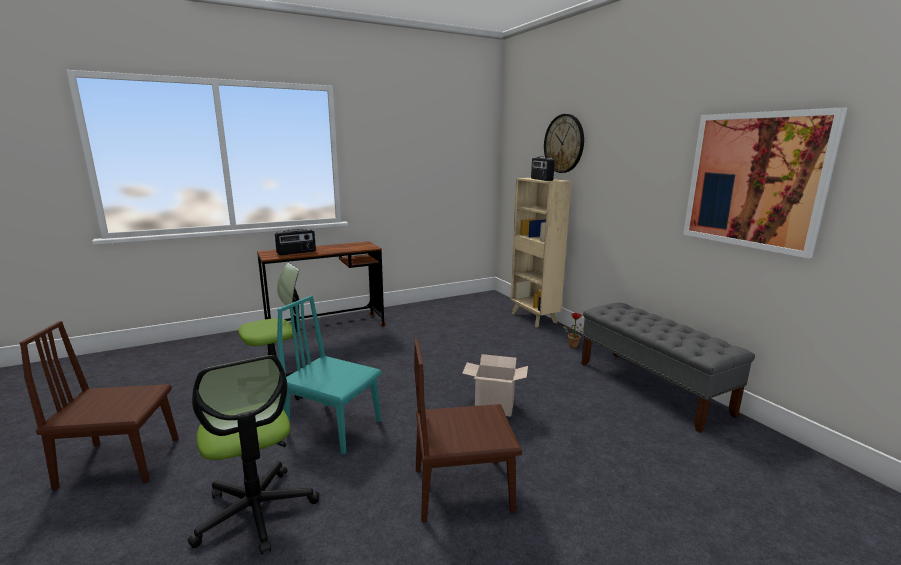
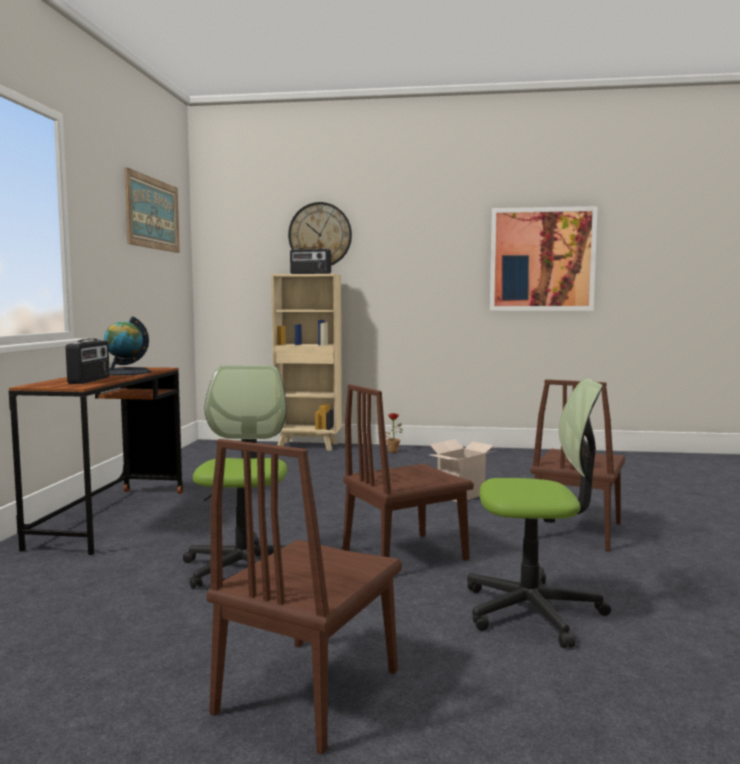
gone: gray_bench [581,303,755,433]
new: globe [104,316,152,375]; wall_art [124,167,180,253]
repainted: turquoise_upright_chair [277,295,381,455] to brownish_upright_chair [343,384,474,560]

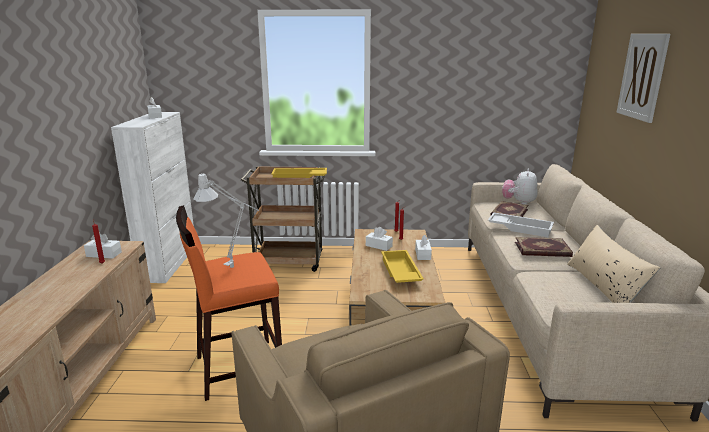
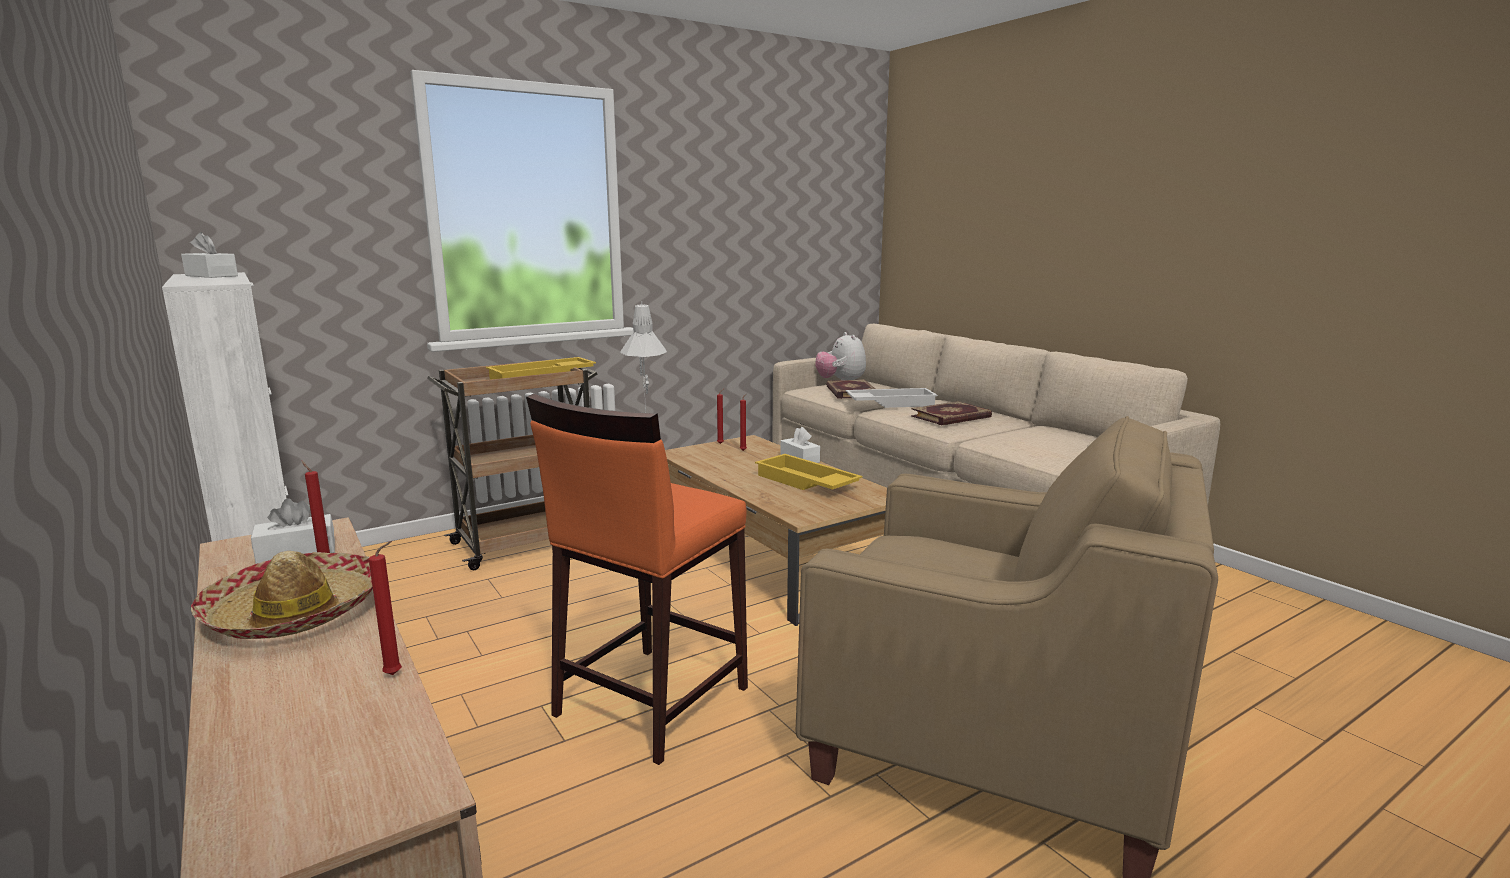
gone: white_tissue_box [366,227,393,251]; sand-coloured_pillow [567,225,660,303]; wall_art [617,34,670,123]
new: clothing_hat [191,551,373,639]; reddish_candle [369,541,402,675]

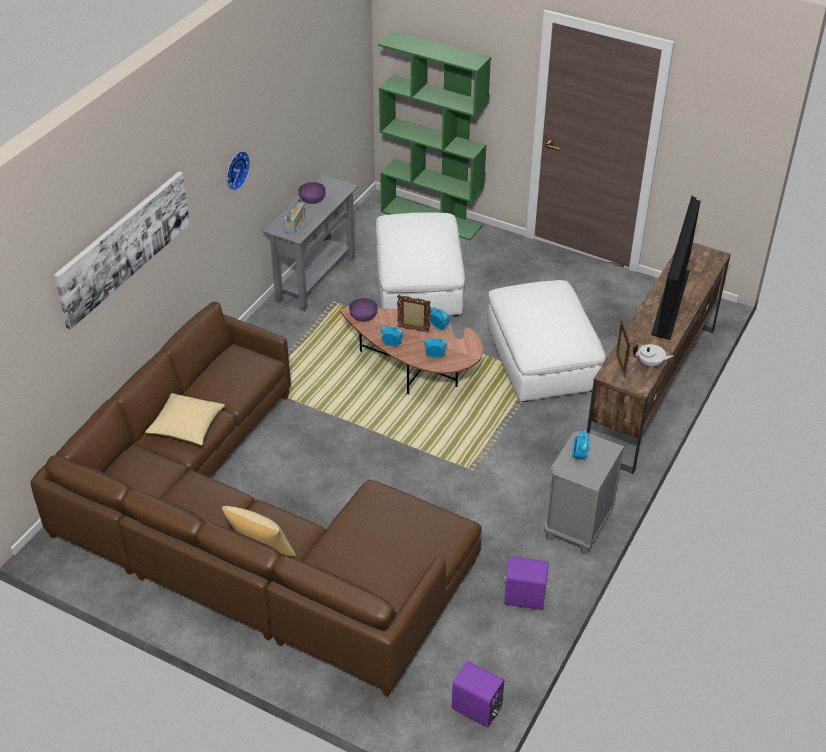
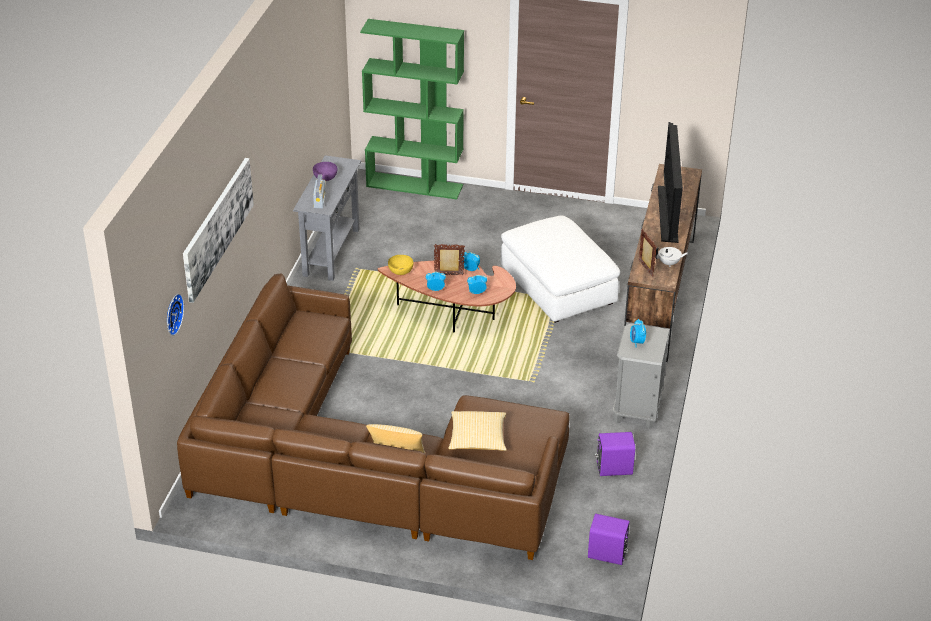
gone: white_footrest [376,213,465,316]
shifted: wall_clock [227,151,250,191] to [167,294,184,336]; pillow [145,393,225,446] to [448,411,507,451]
repainted: purple-coloured_serving_bowl [349,298,377,322] to yellowish_serving_bowl [388,255,413,275]

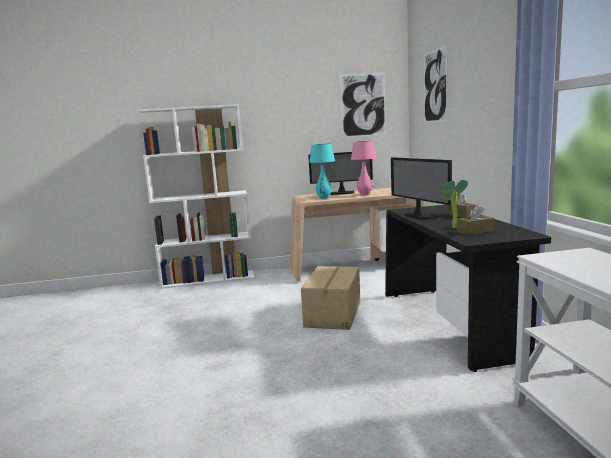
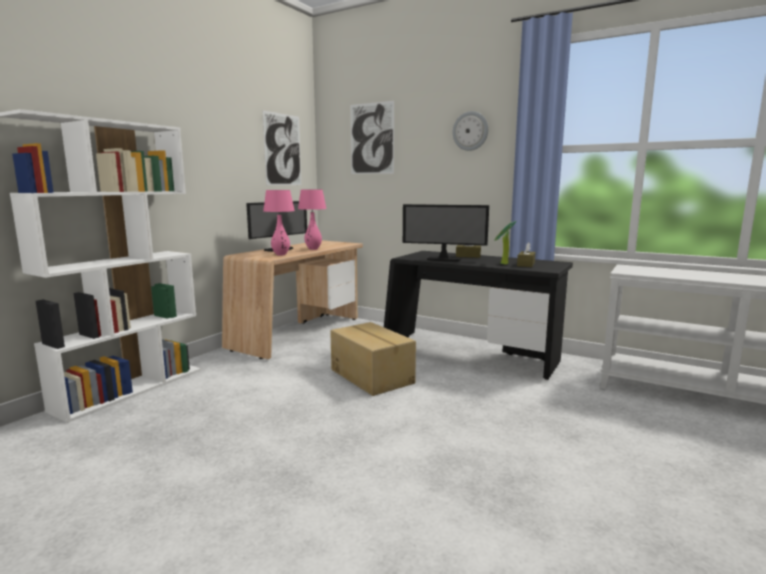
new: wall_clock [453,111,488,151]
repainted: turquoise_table_lamp [309,143,335,199] to pink_table_lamp [263,190,295,256]

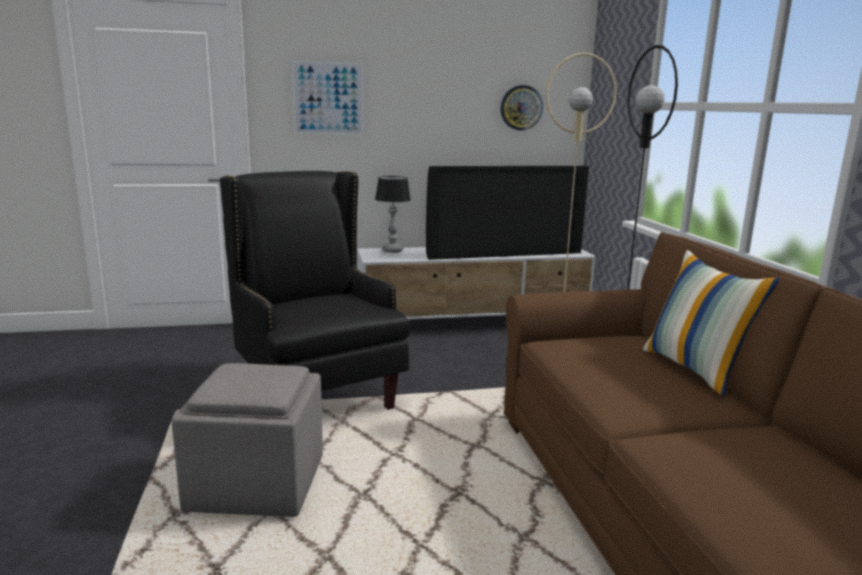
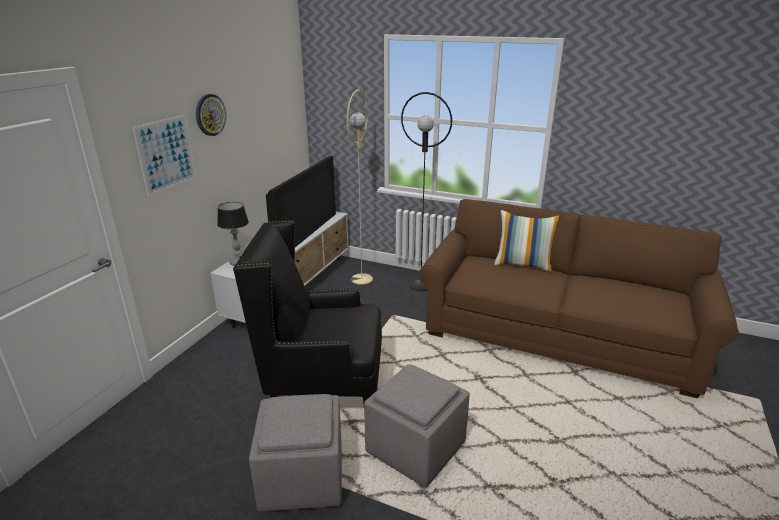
new: gray_footrest [249,394,342,512]
shifted: wall_clock [500,85,543,130] to [196,94,226,136]

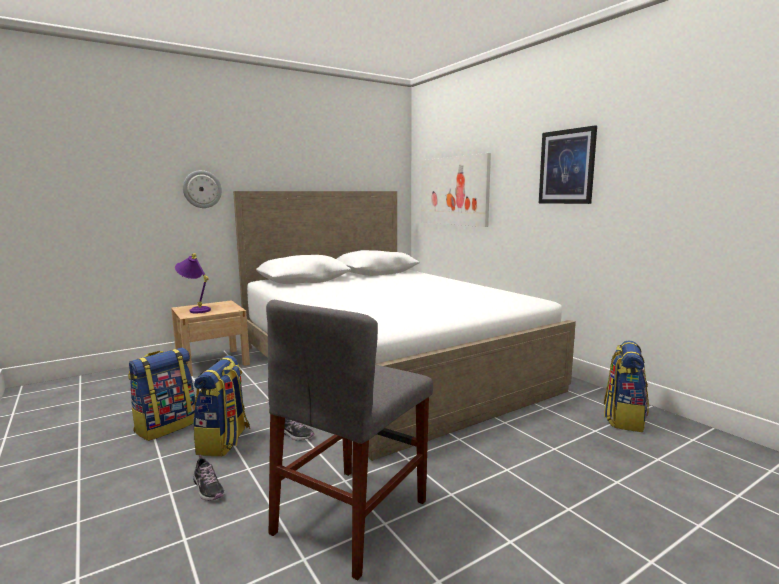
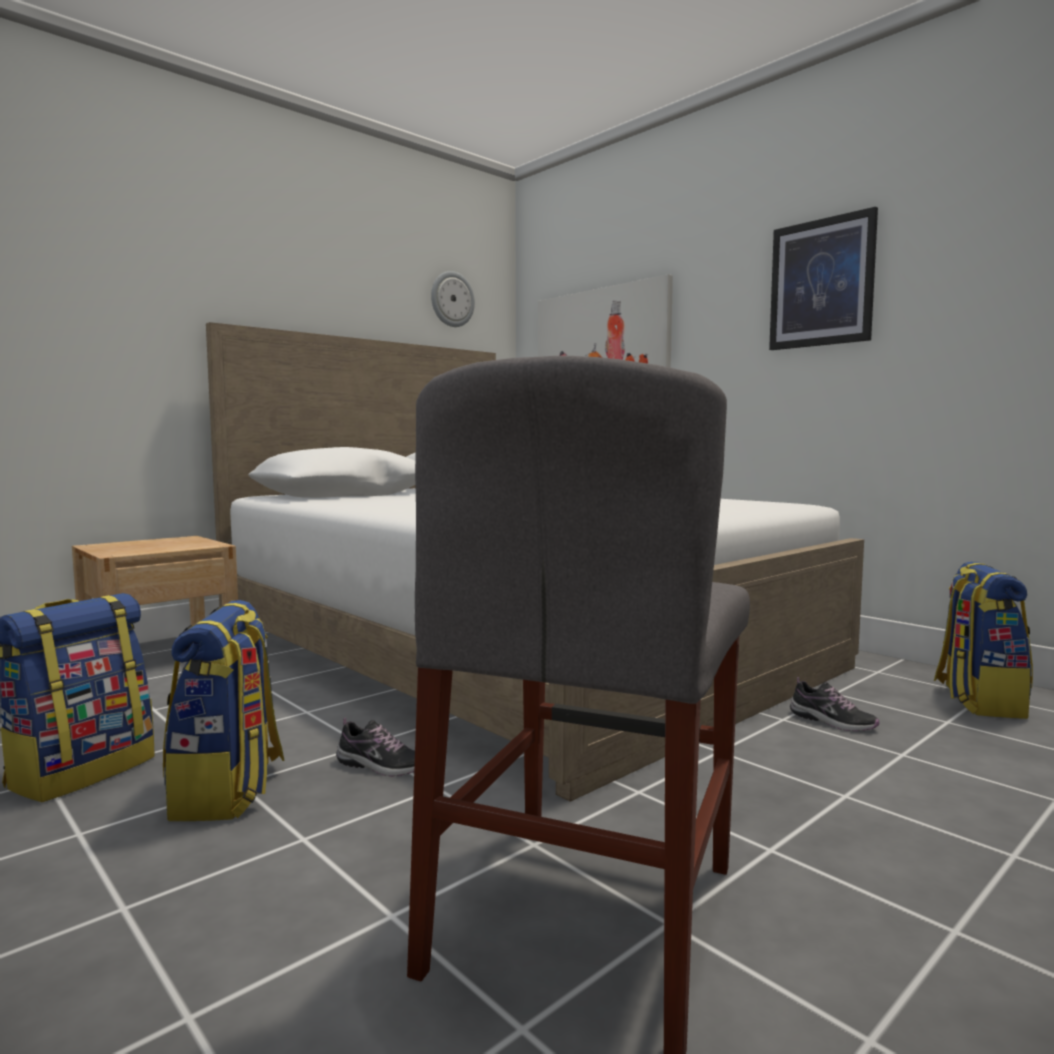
gone: purple-coloured_table_lamp [175,253,211,313]
shifted: wall_clock [183,170,222,208] to [431,271,475,327]; low_shoe [193,455,225,501] to [790,677,879,731]

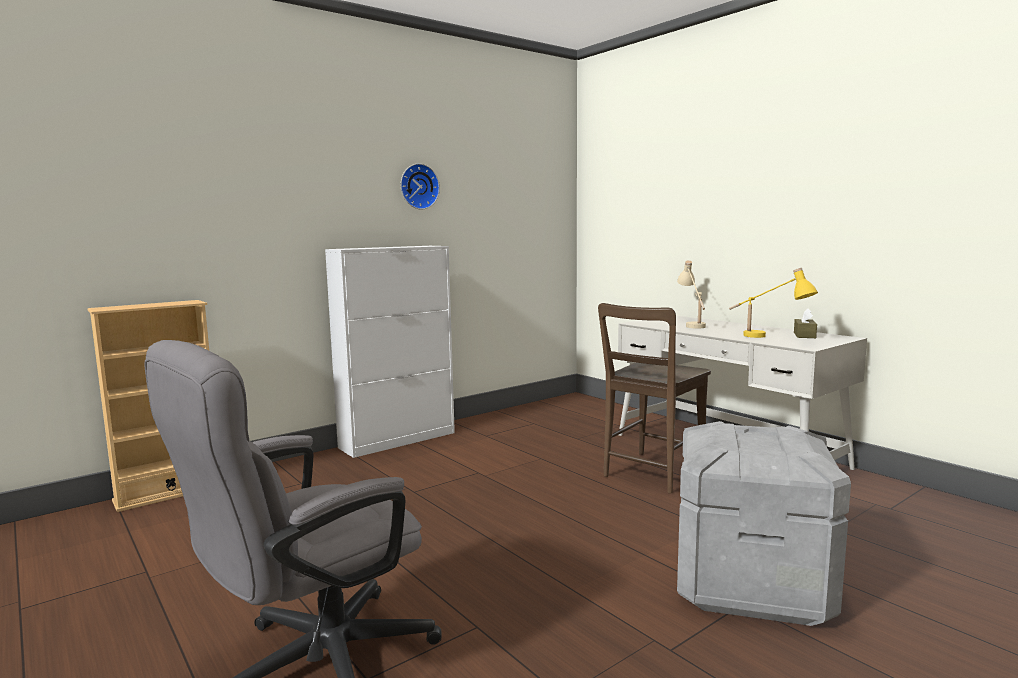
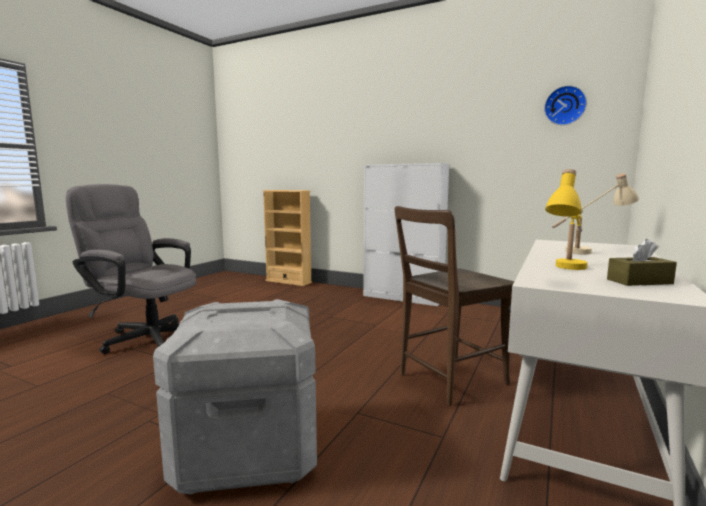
shifted: wall_clock [400,163,440,209] to [544,85,587,125]
rotated: brownish_upright_chair [598,303,711,494] = [395,206,515,406] 45 degrees counterclockwise

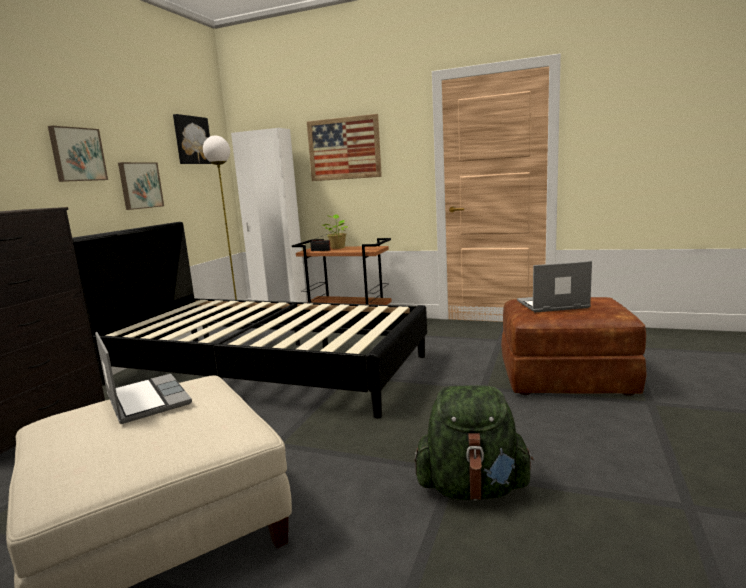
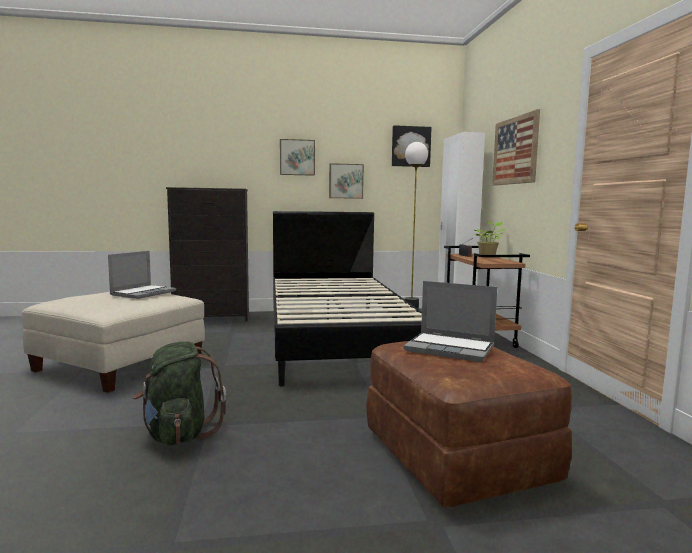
rotated: notebook_computer [517,261,592,312] = [404,281,497,362] 150 degrees clockwise

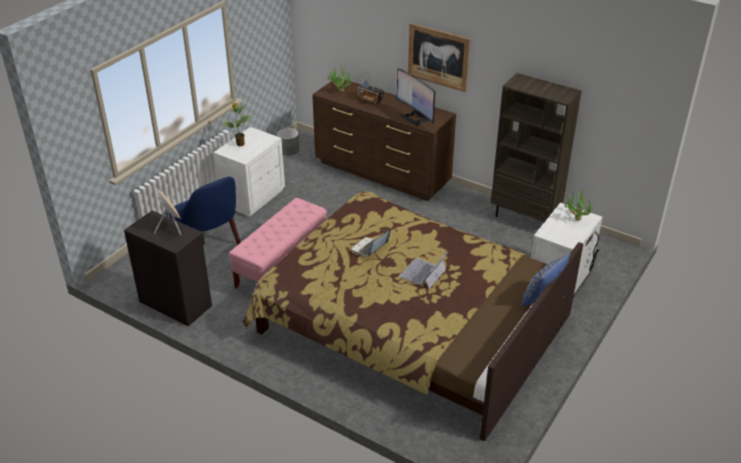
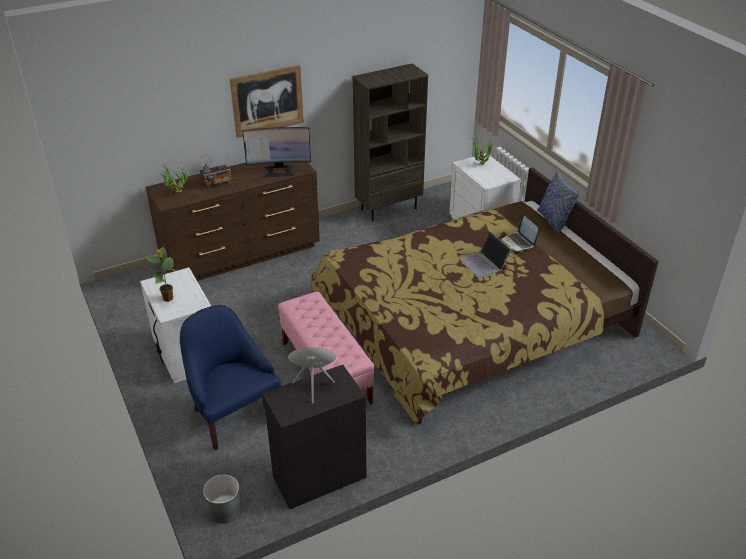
shifted: gray_flower_pot [277,128,299,155] to [203,474,242,523]; notebook_computer [351,228,391,257] to [500,213,538,252]
rotated: blue-coloured_easy_chair [166,177,241,245] = [180,305,281,450] 120 degrees counterclockwise

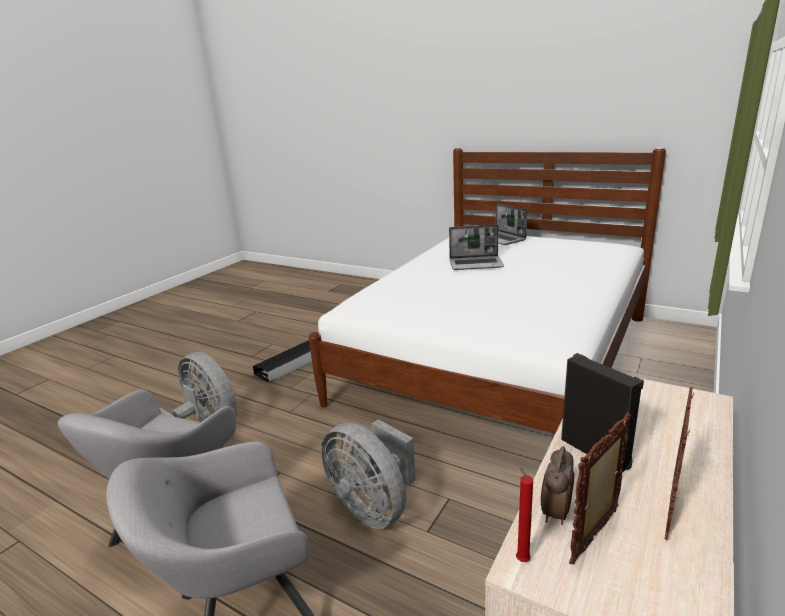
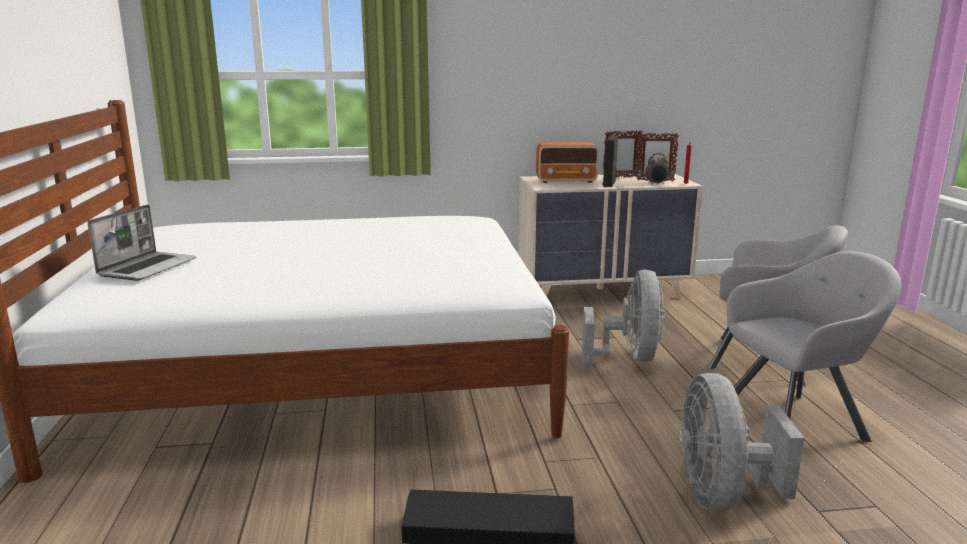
gone: notebook_computer [449,224,504,270]
new: radio [536,142,599,183]

